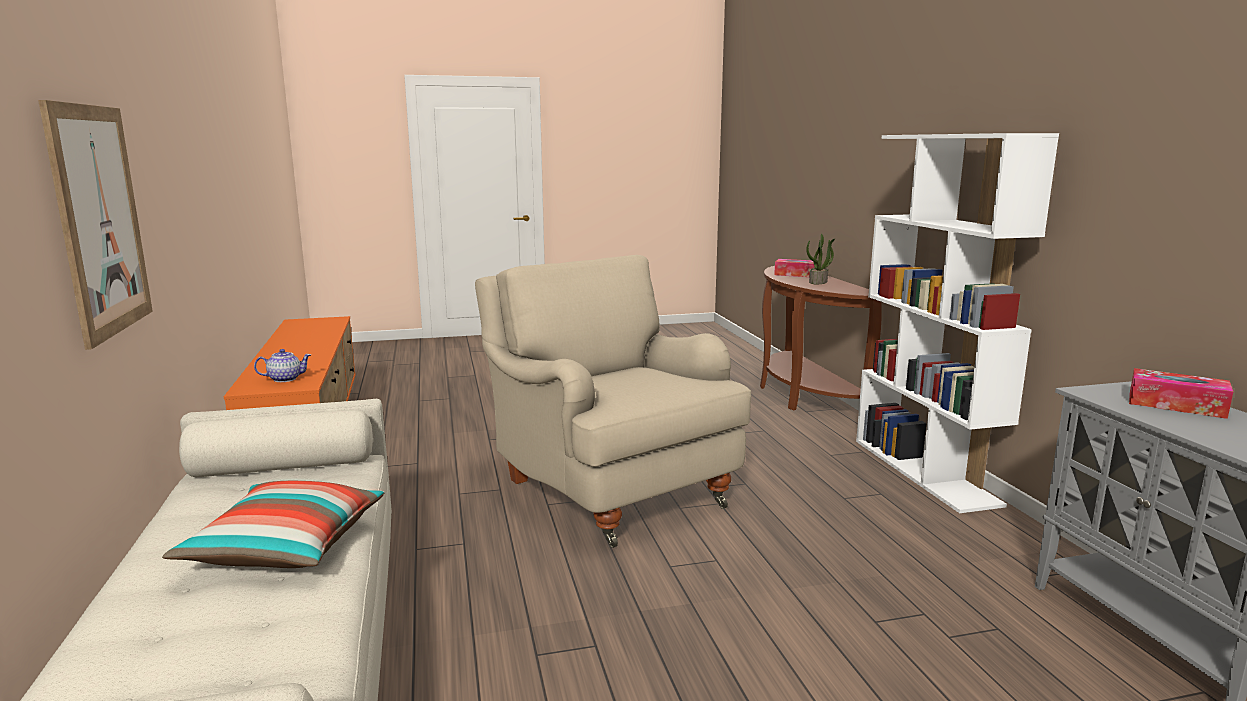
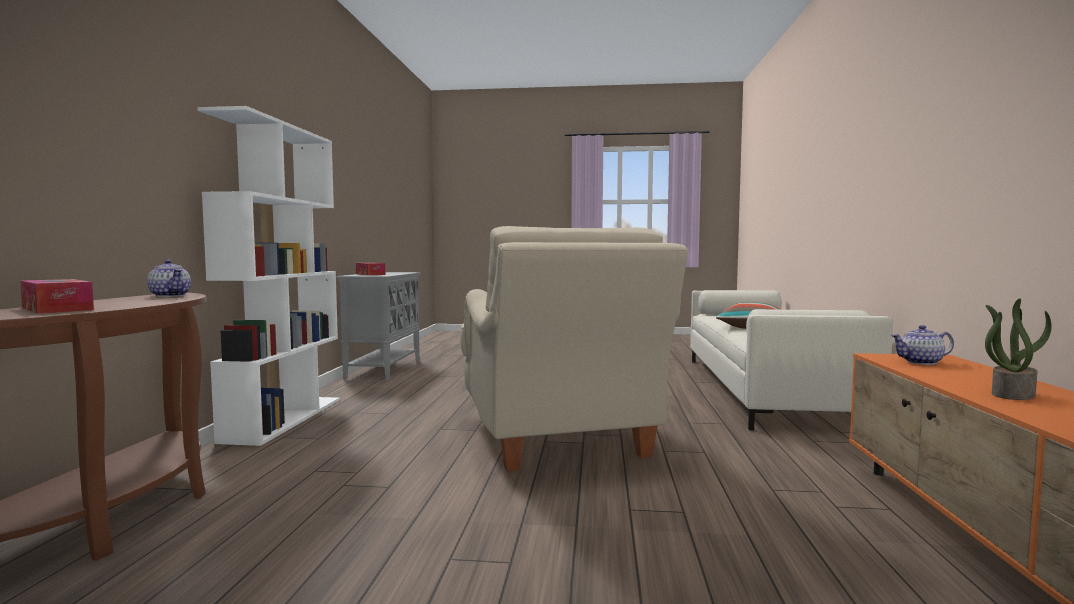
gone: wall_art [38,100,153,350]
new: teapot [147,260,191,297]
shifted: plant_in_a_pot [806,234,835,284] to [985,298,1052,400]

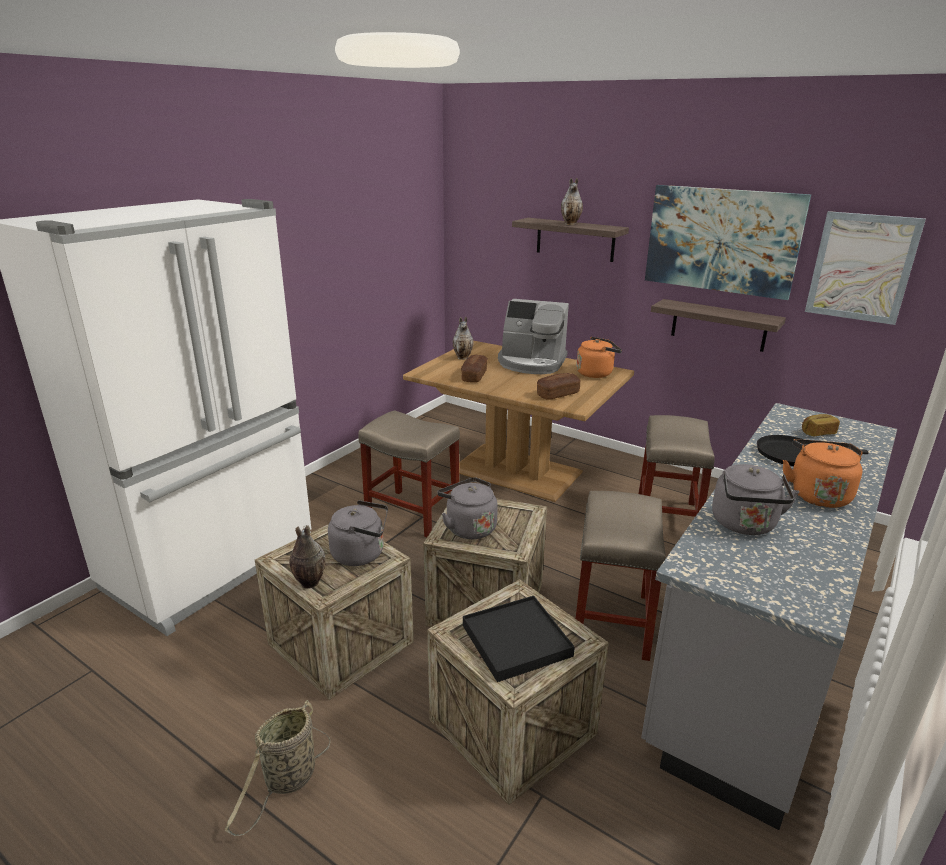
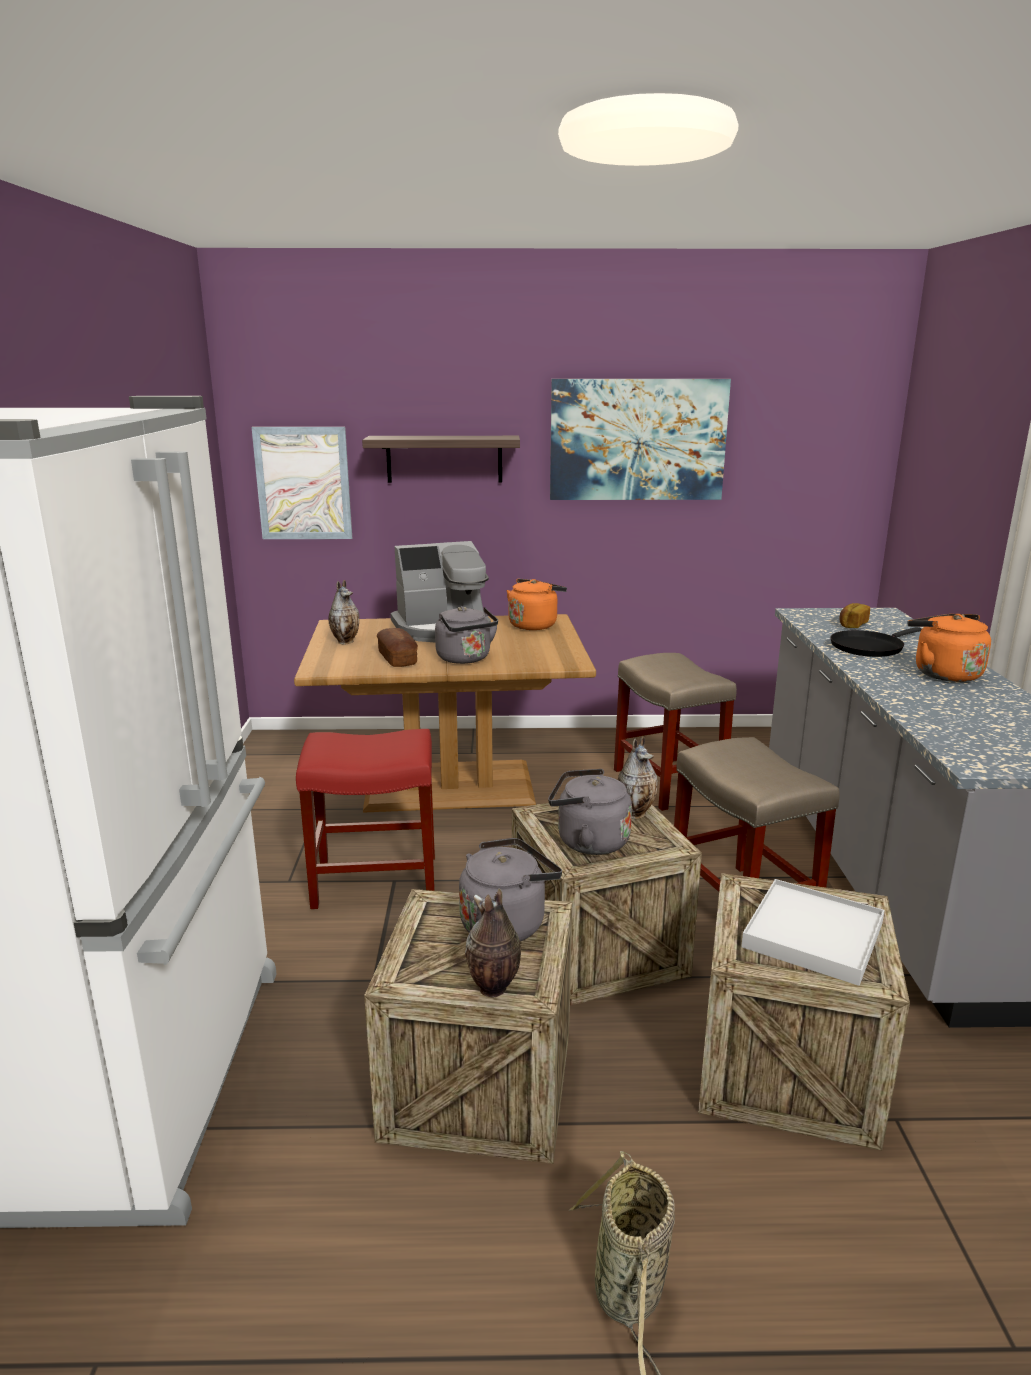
gone: baked_bread [537,373,580,400]; bracket_shelf [651,299,786,352]
shifted: wall_art [805,211,926,325] to [251,427,352,539]; gray_water_kettle [712,464,799,535] to [435,606,498,664]; flower_vase [561,178,583,225] to [618,736,658,819]
repainted: sand-coloured_stool [358,410,460,537] to reddish_stool [296,729,435,909]; black-coloured_carrying_tray [463,596,575,682] to white_carrying_tray [741,879,885,986]

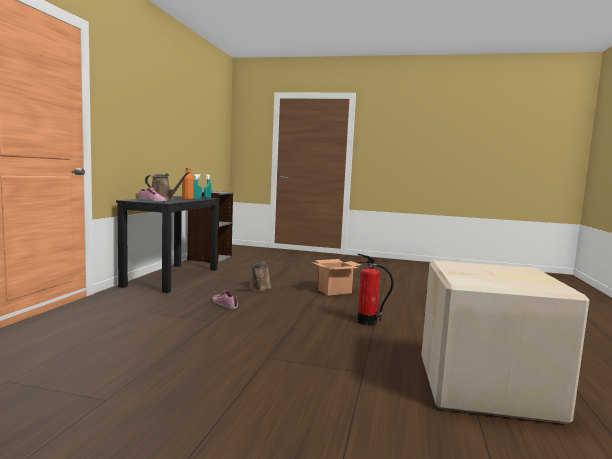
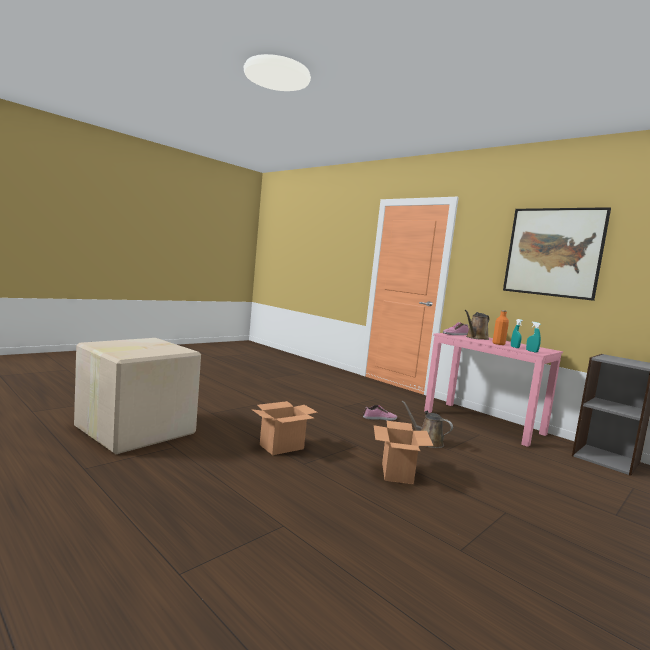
new: wall_art [503,207,611,301]
swapped: fire-fighting_cylinder [357,254,394,326] to carton [252,401,318,455]
repainted: black-coloured_desk_unit [116,196,220,293] to pink_desk_unit [424,333,563,447]

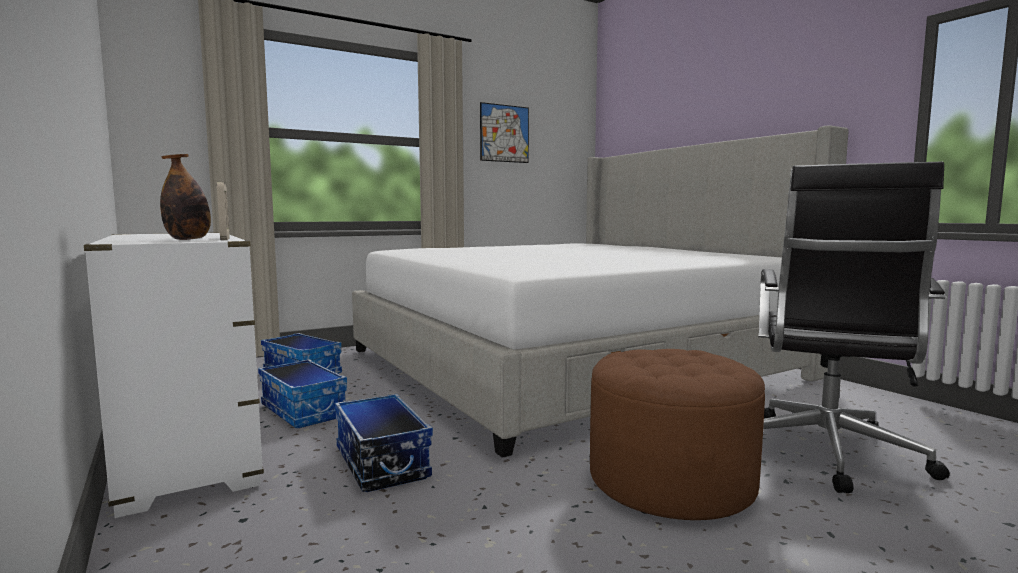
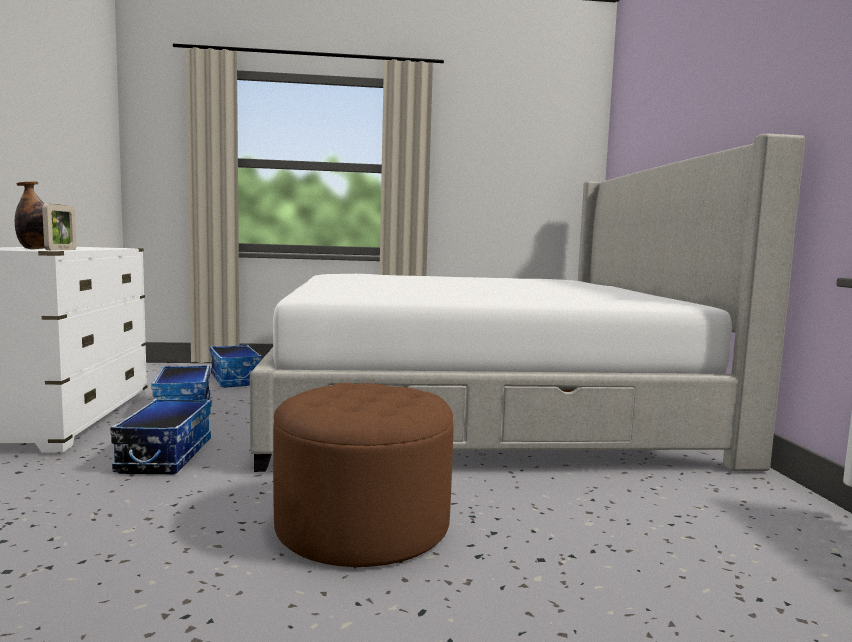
gone: wall_art [480,102,529,163]; black-coloured_office_chair [758,161,950,493]

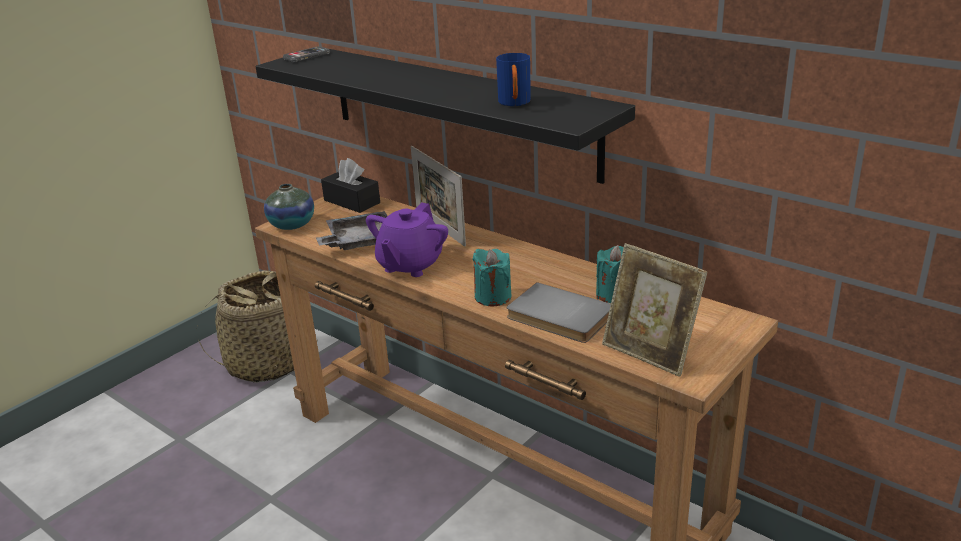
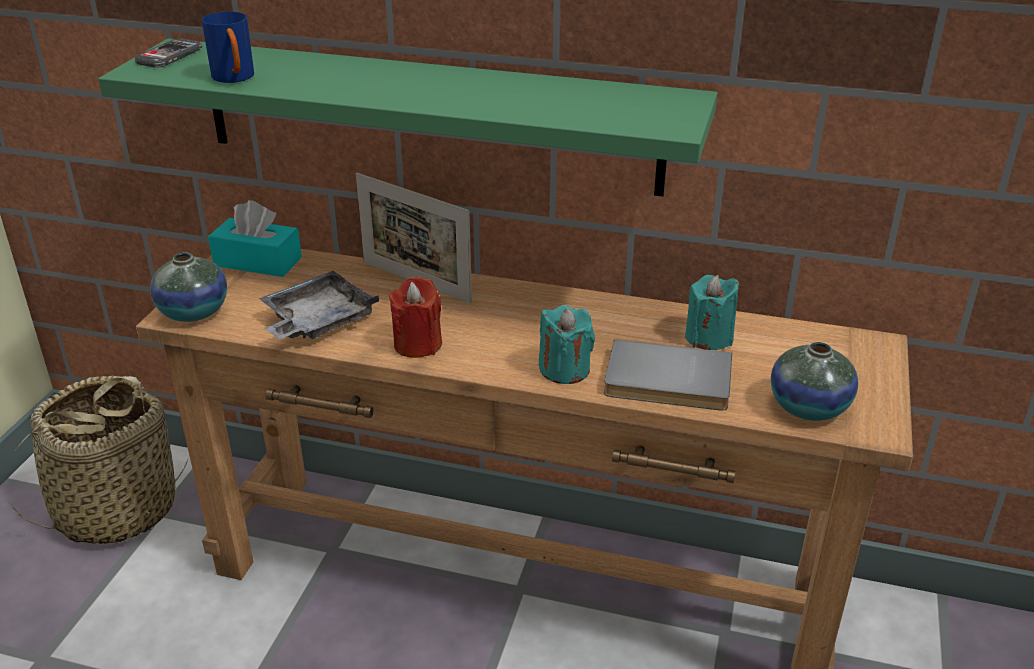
shifted: blue-coloured_tea_mug [496,53,531,106] to [202,12,254,83]
swapped: purple-coloured_teapot [366,203,448,277] to reddish_candle [389,277,442,358]; standing_frame [602,243,708,377] to flower_vase [771,342,858,421]
repainted: black-coloured_bracket_shelf [255,49,635,184] to greenish_bracket_shelf [98,38,718,197]; black-coloured_tissue_box [321,158,380,213] to turquoise_tissue_box [208,200,302,277]

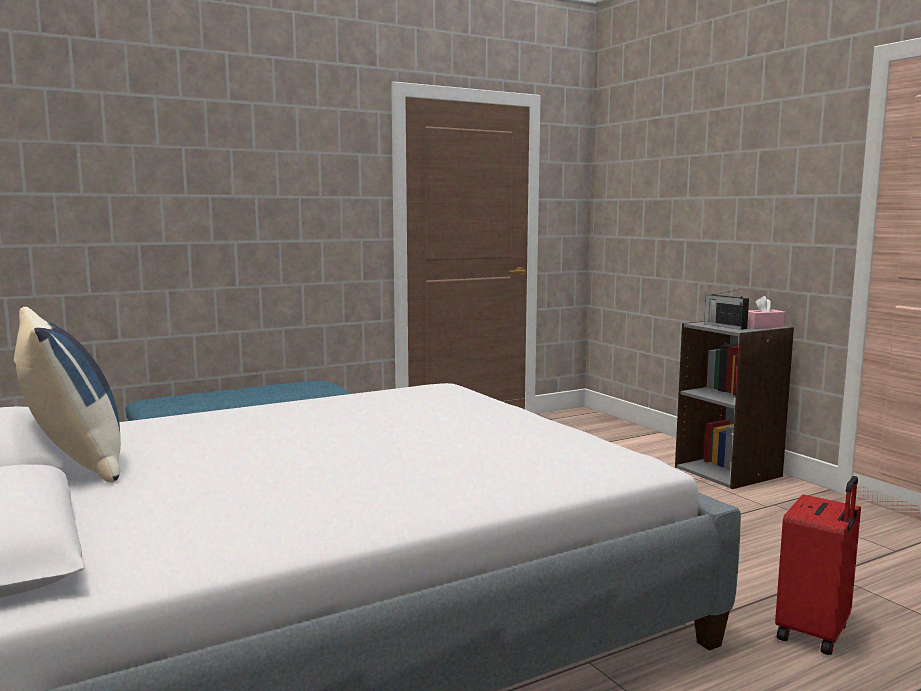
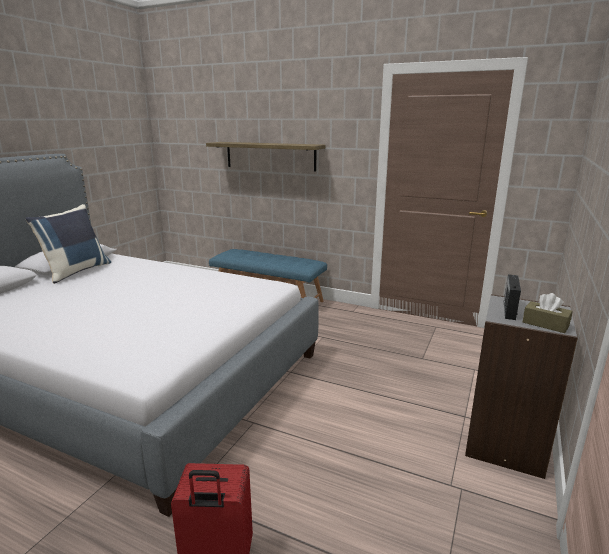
new: bracket_shelf [206,142,326,172]
repainted: pink_tissue_box [747,296,785,329] to brownish_tissue_box [523,293,573,333]

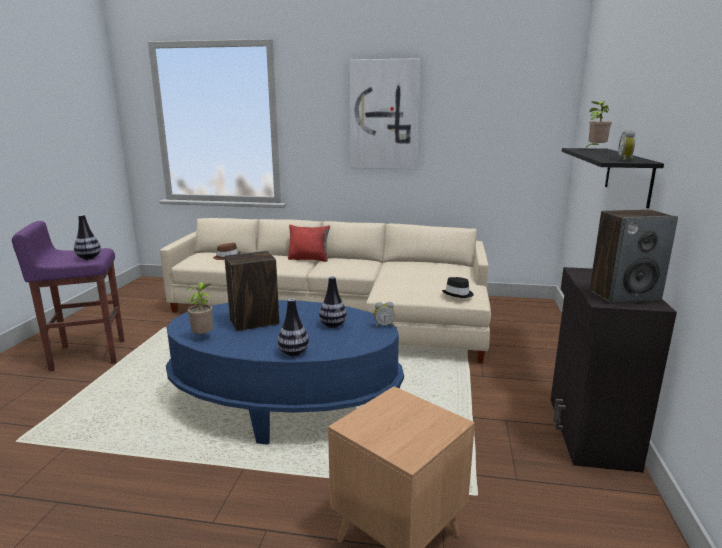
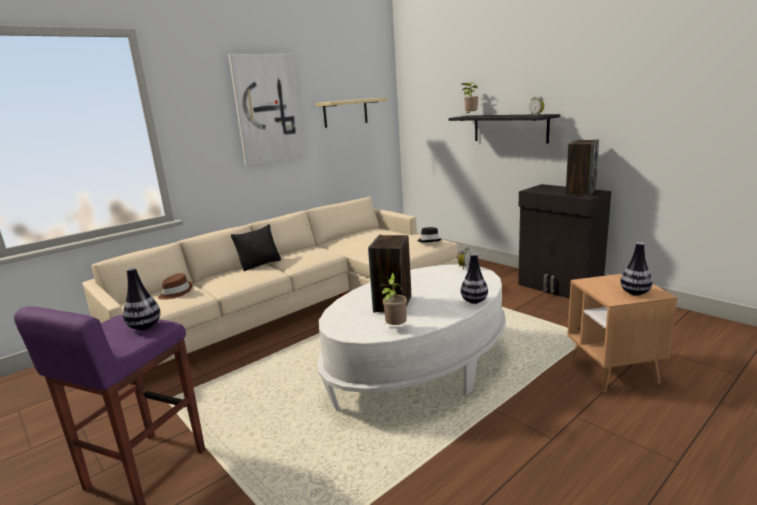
new: sand-coloured_bracket_shelf [315,98,388,128]
shifted: flower_vase [319,276,347,328] to [620,242,652,296]
repainted: reddish_pillow [288,225,330,262] to black-coloured_pillow [231,224,281,271]; blue-coloured_lounge_table [166,300,404,445] to white_lounge_table [318,264,506,411]

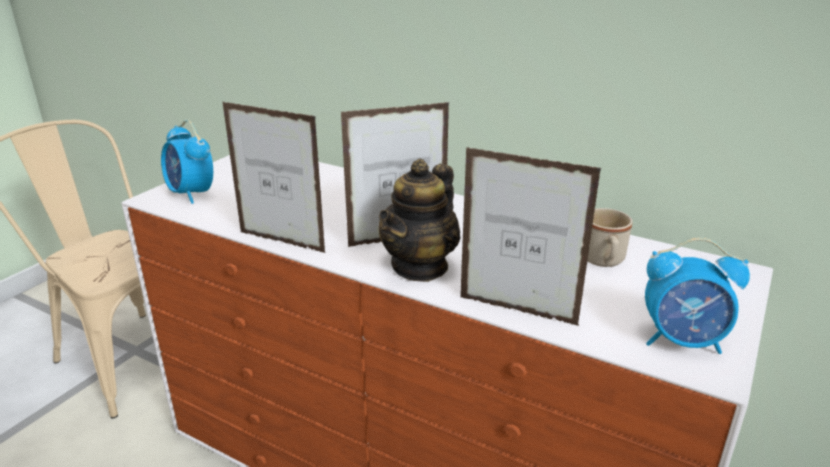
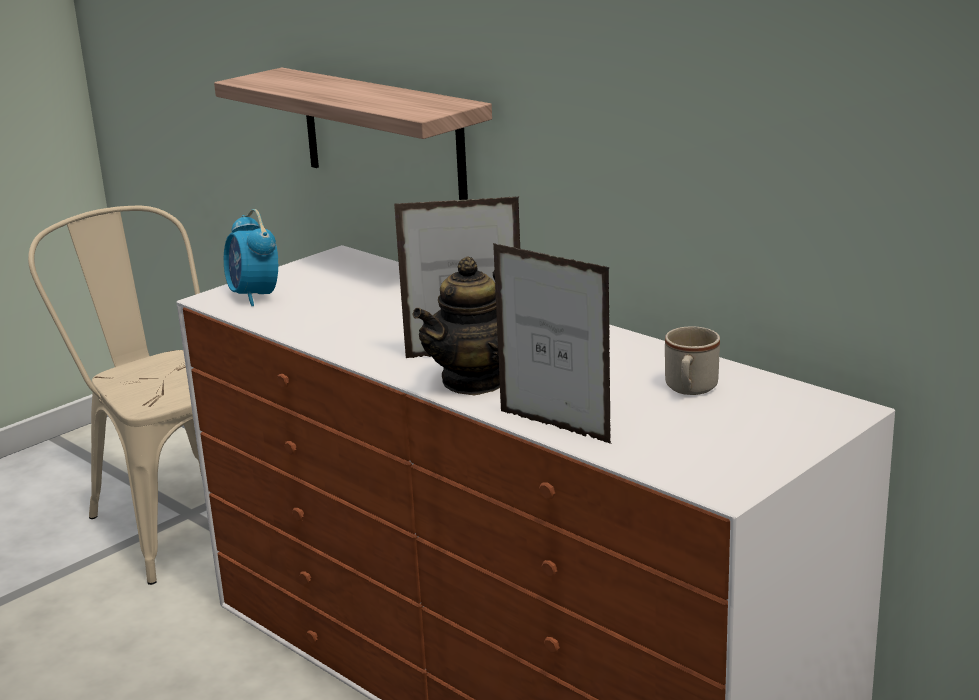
gone: standing_frame [223,102,326,253]; bedside_clock [645,238,750,354]
new: bracket_shelf [214,67,492,200]

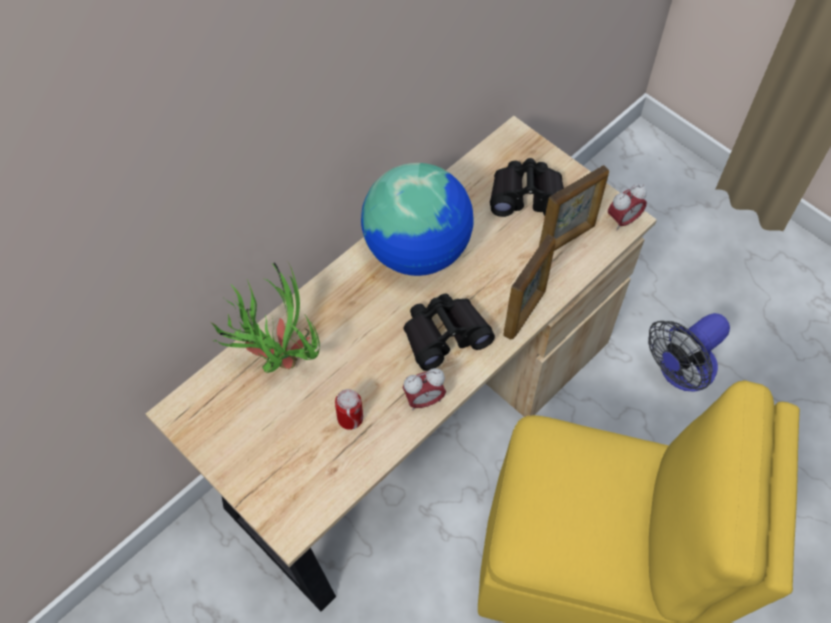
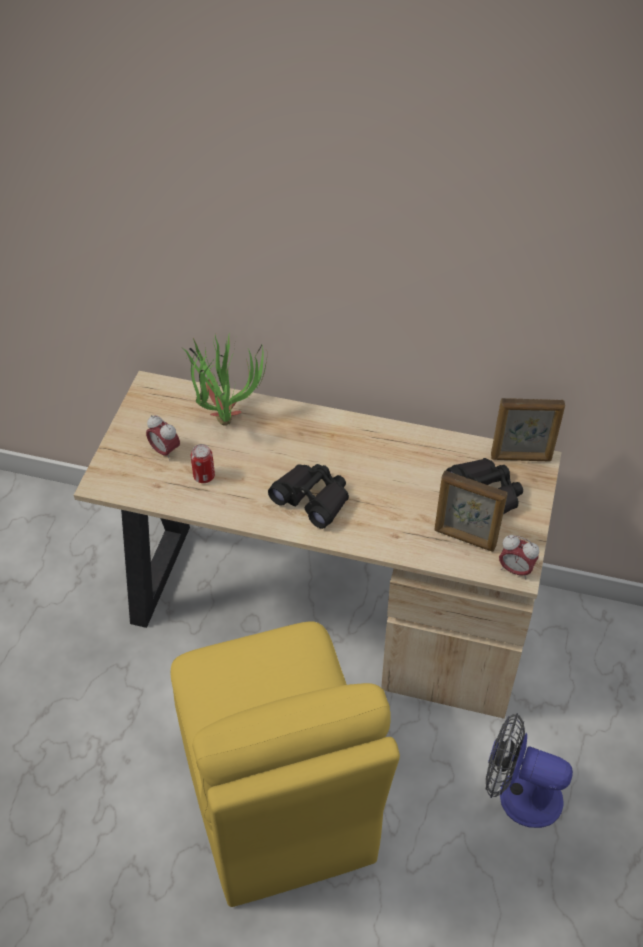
gone: globe [361,163,474,276]
shifted: bedside_clock [403,368,446,411] to [146,415,180,461]; standing_frame [503,235,556,340] to [491,398,565,461]

